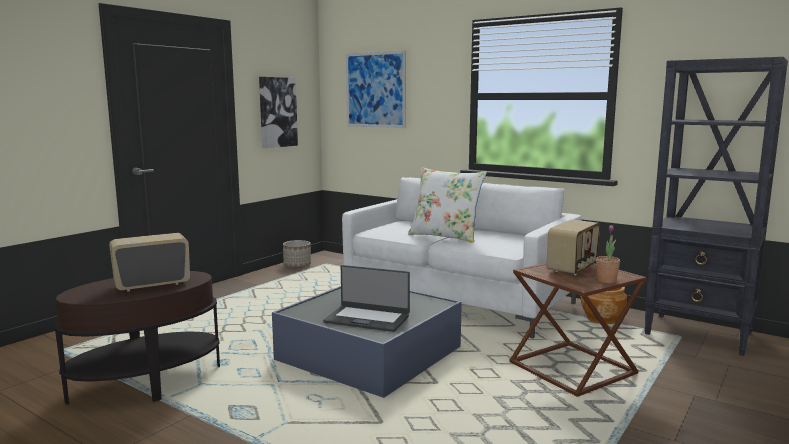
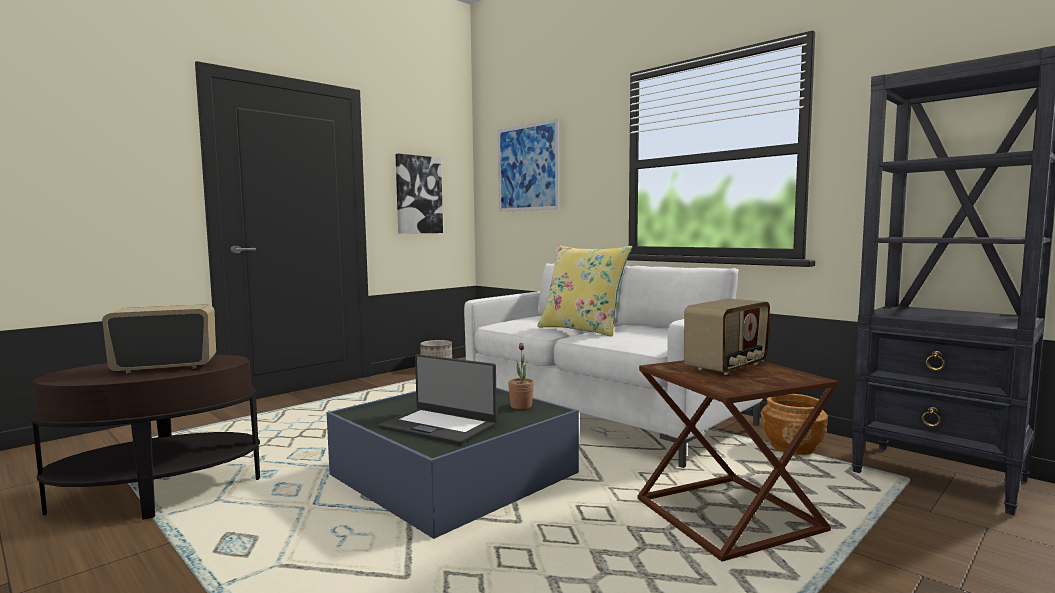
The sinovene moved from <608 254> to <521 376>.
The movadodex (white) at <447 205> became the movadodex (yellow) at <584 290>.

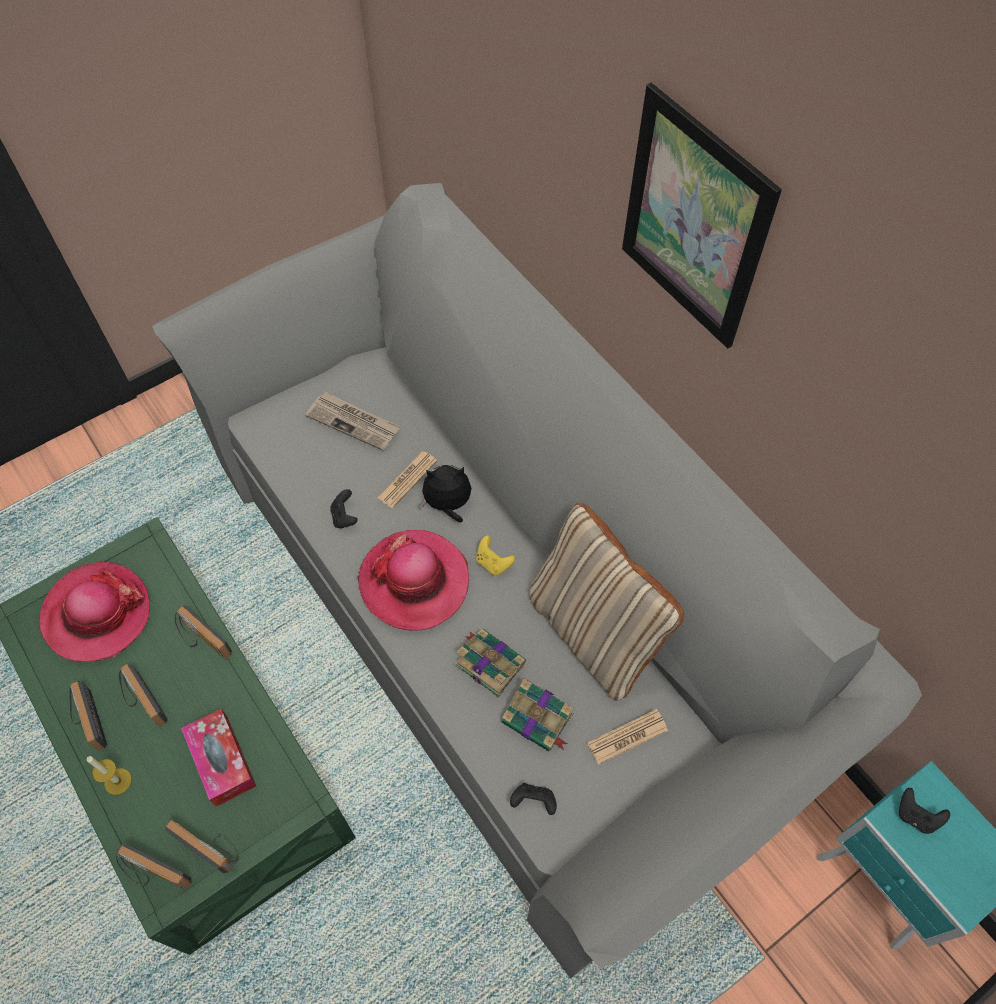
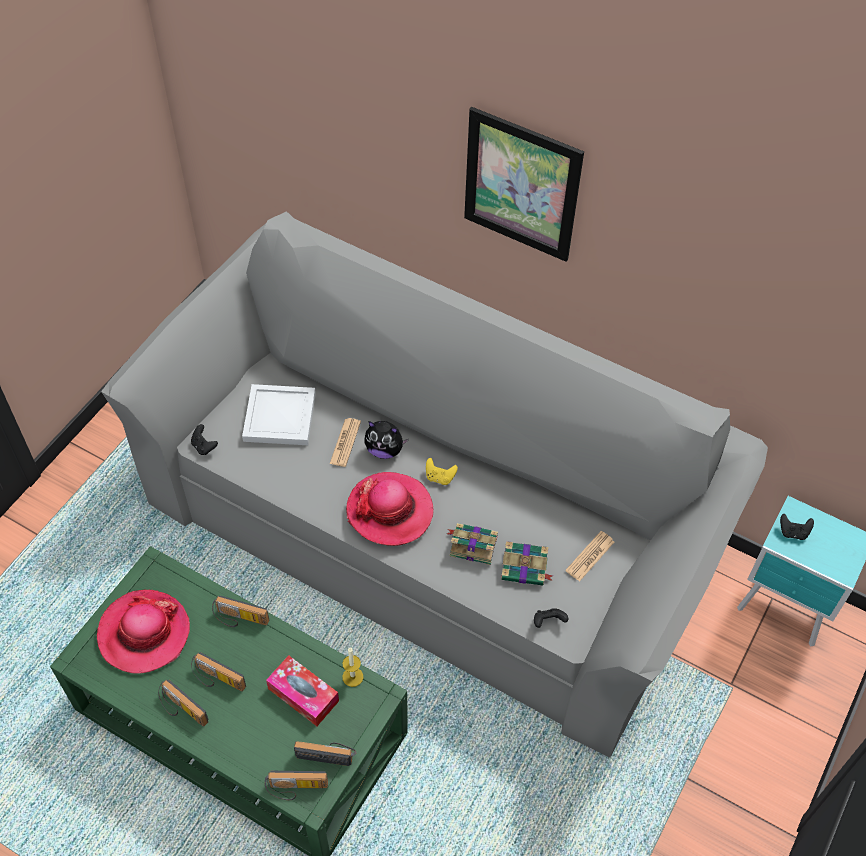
The movadodex (beige) at <607 602> disappeared.
The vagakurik moved from <109 775> to <352 667>.
The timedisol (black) moved from <344 508> to <204 439>.
The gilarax at <352 421> was replaced by the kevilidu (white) at <279 414>.
The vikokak at <445 494> turned 135 degrees counterclockwise.

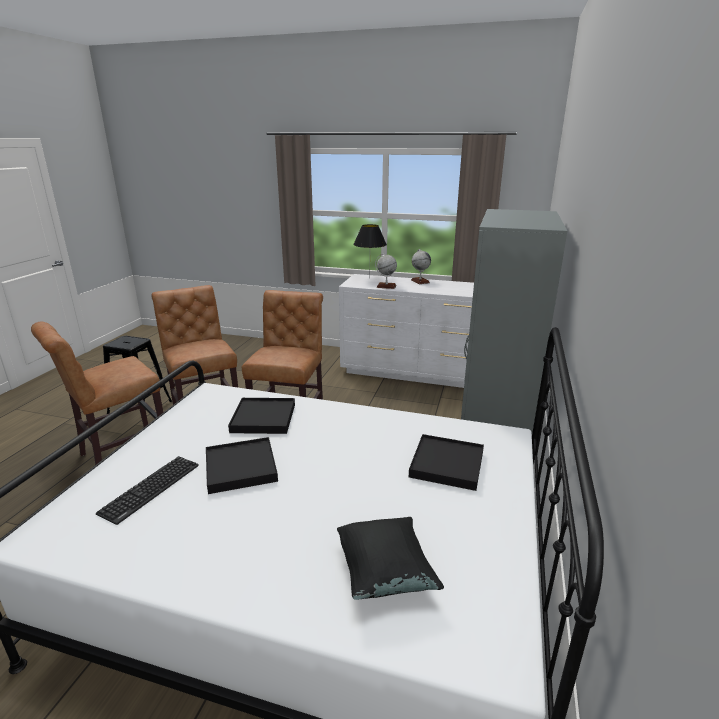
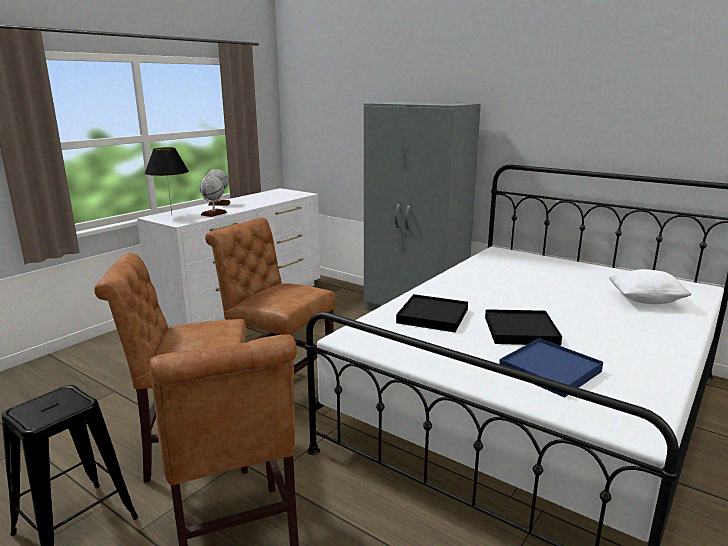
The kevilidu (black) at <446 462> disappeared.
The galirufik at <147 490> was replaced by the kevilidu (blue) at <551 368>.
The movadodex (black) at <390 558> became the movadodex (white) at <649 286>.

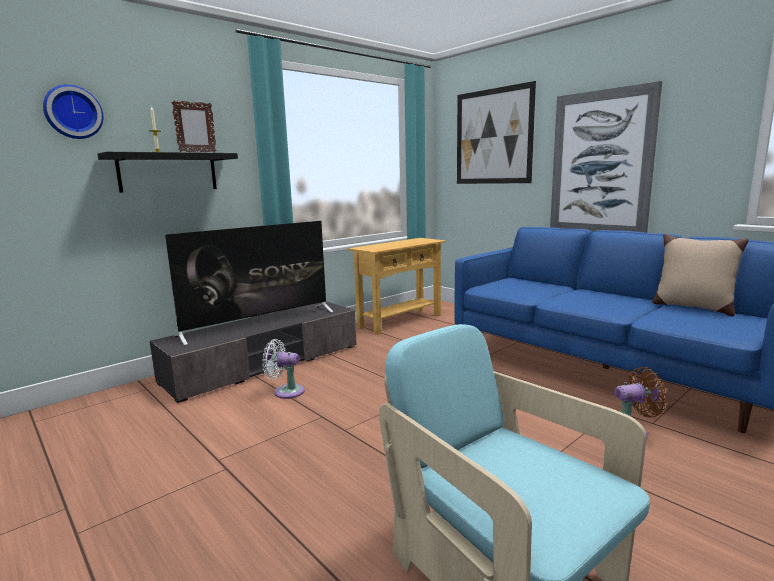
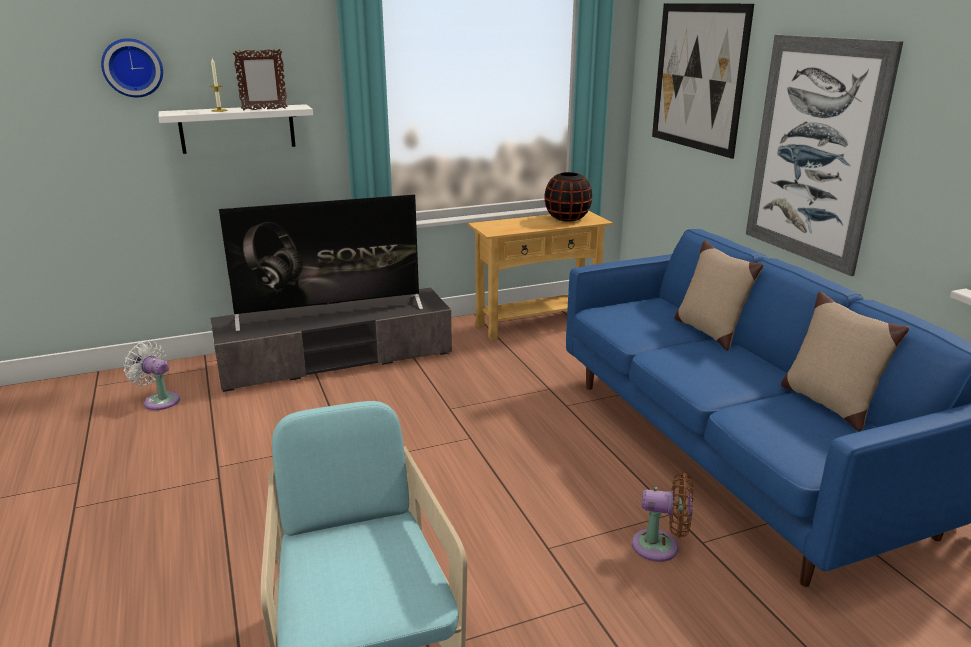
The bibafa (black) at <568 196> appeared.
The movadodex (beige) at <719 295> appeared.
The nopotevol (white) moved from <283 369> to <151 375>.
The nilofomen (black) at <168 172> became the nilofomen (white) at <236 129>.

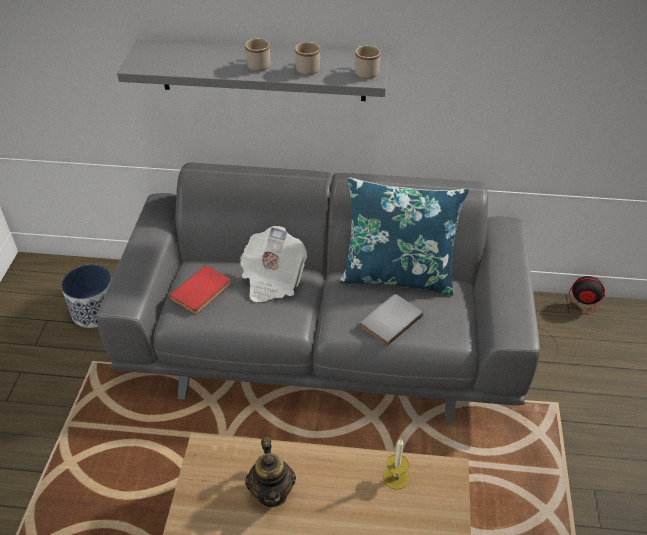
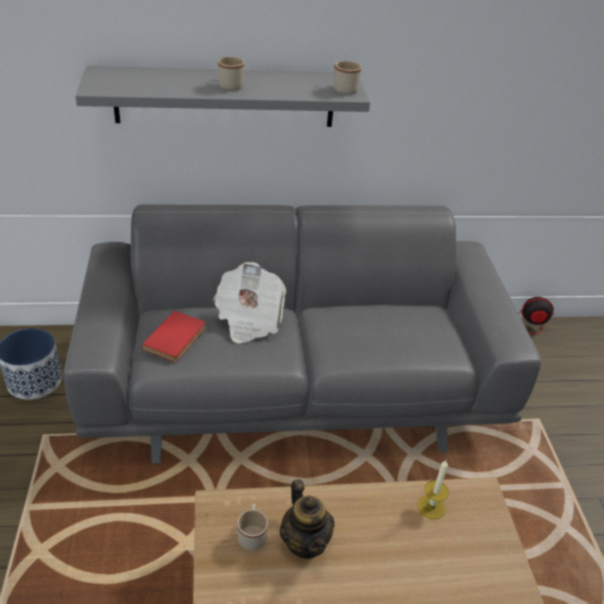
The movadodex (blue) at <404 237> disappeared.
The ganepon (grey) at <391 320> disappeared.
The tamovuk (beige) moved from <307 58> to <252 527>.

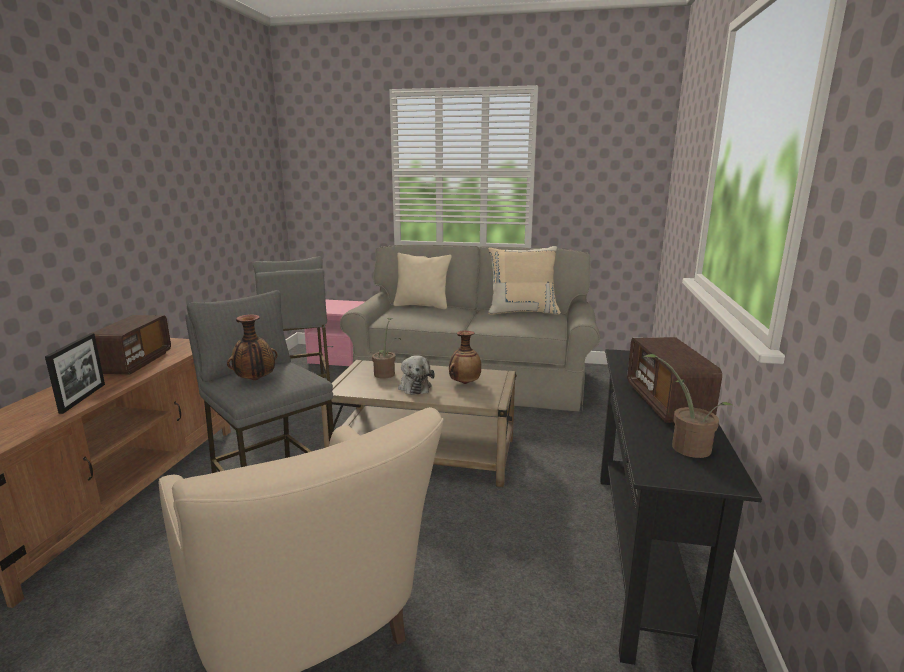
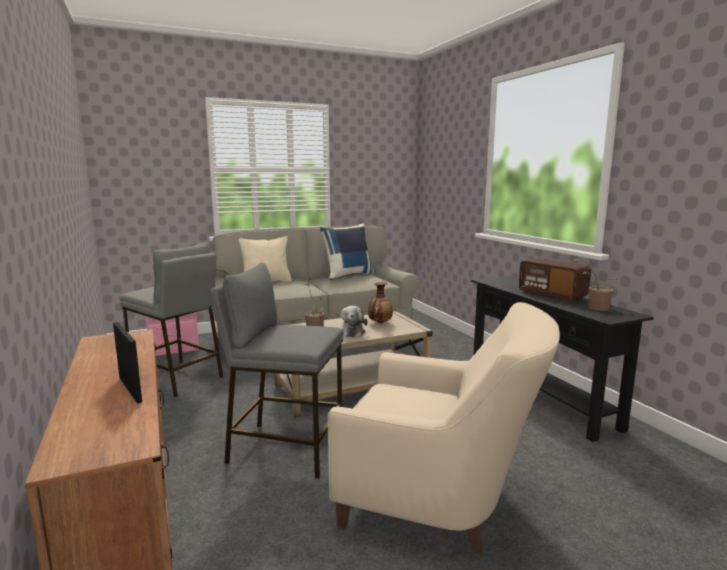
The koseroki at <131 344> disappeared.
The bibafa at <252 347> disappeared.
The movadodex (beige) at <524 280> became the movadodex (blue) at <348 252>.
The vikokak at <416 375> turned 45 degrees clockwise.

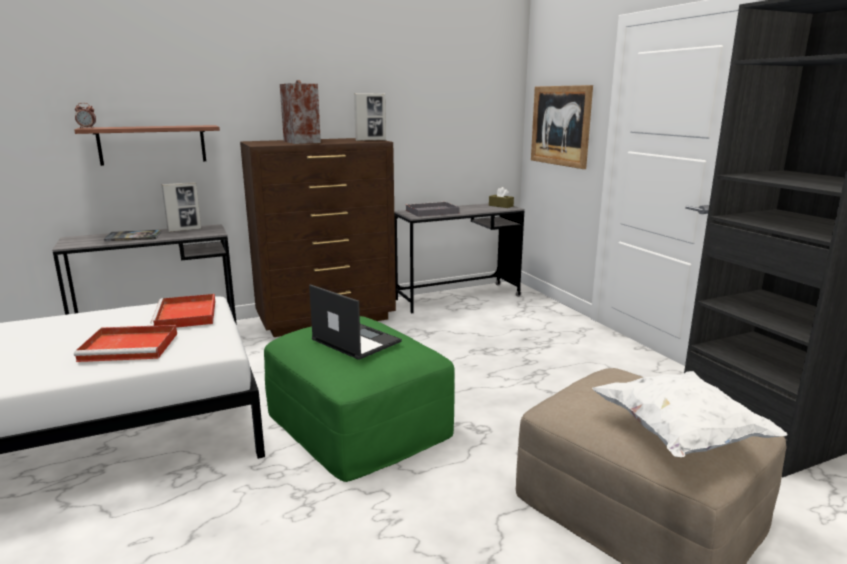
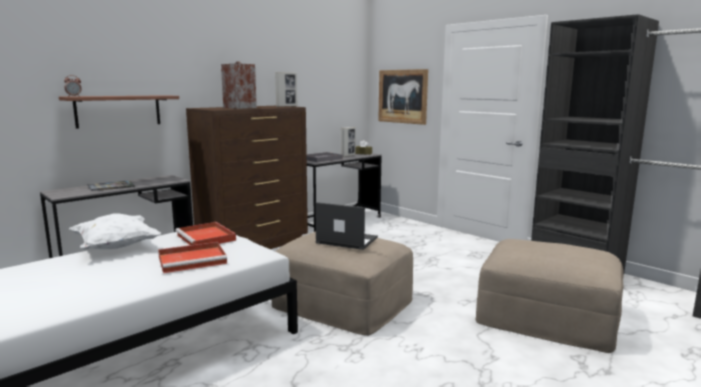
The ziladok moved from <181 207> to <348 142>.
The movadodex (white) moved from <690 414> to <115 231>.
The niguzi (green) at <359 399> became the niguzi (beige) at <342 284>.

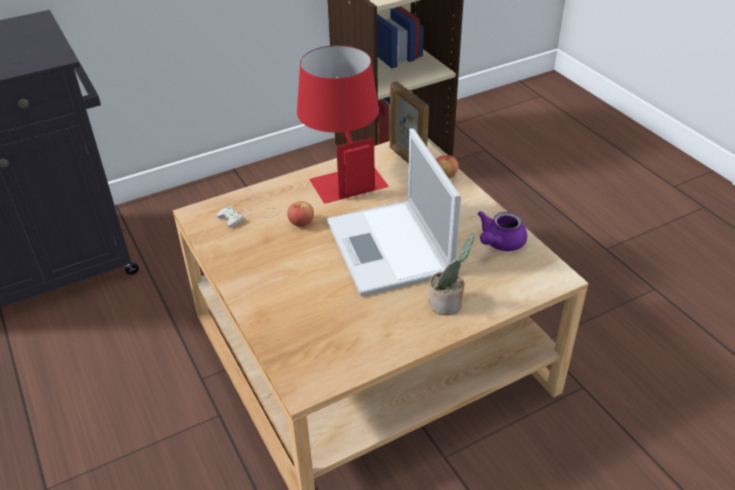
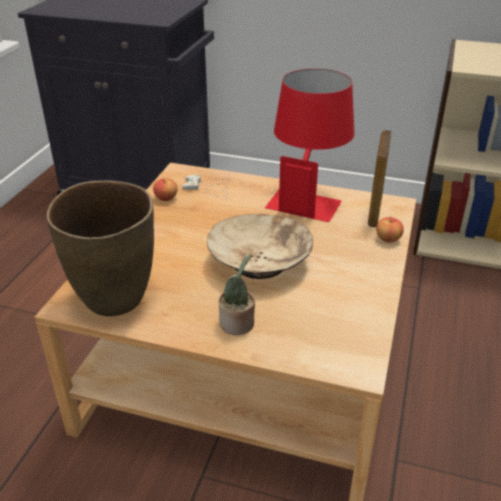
The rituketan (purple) at <502 231> disappeared.
The bibafa (brown) at <100 248> appeared.
The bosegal moved from <300 214> to <165 189>.
The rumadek at <393 212> was replaced by the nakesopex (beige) at <260 246>.

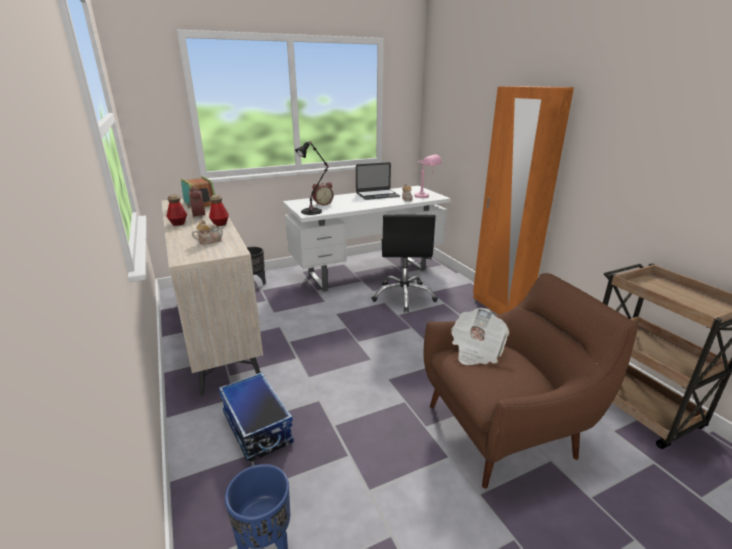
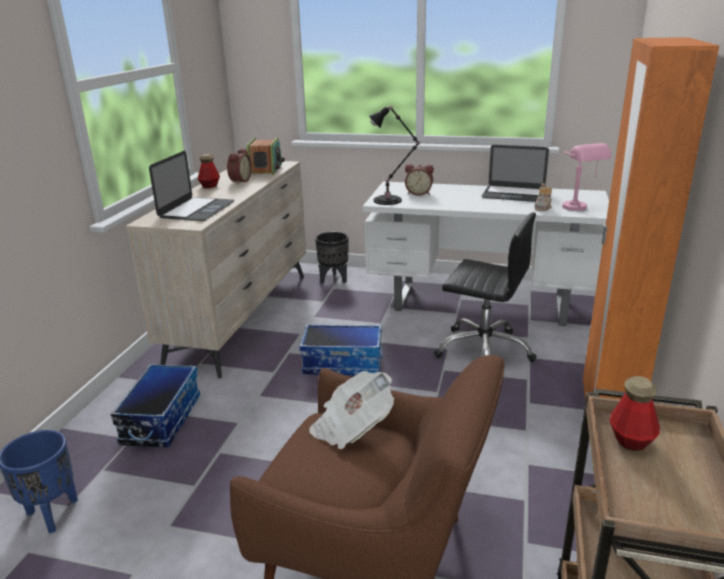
The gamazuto at <341 349> appeared.
The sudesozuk moved from <219 210> to <635 413>.
The rituketan at <208 232> was replaced by the rumadek at <192 186>.
The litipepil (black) at <404 263> turned 105 degrees counterclockwise.

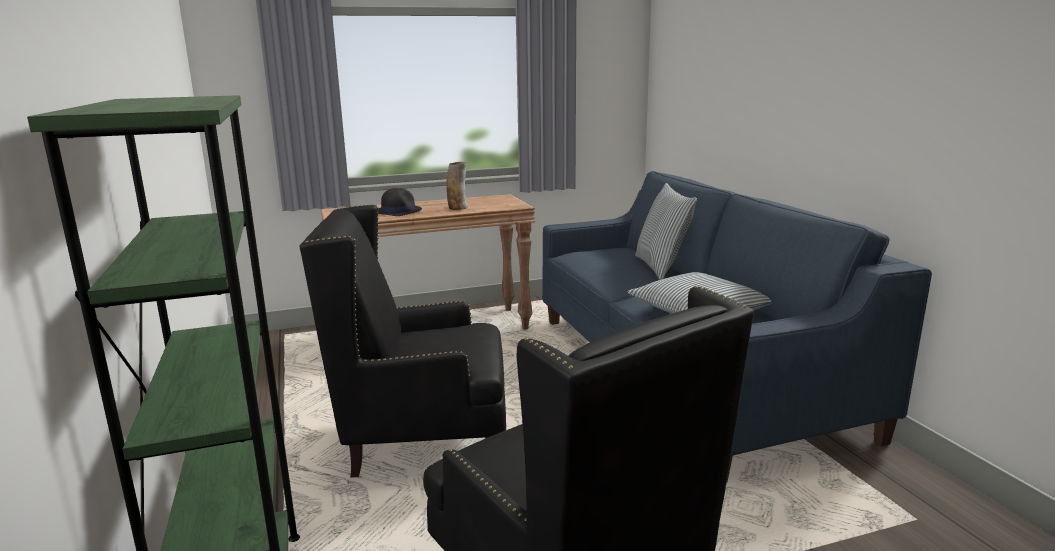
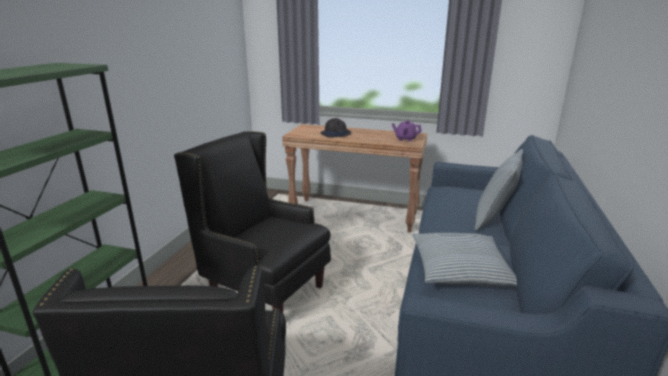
The bibafa at <457 186> disappeared.
The rituketan (purple) at <407 131> appeared.

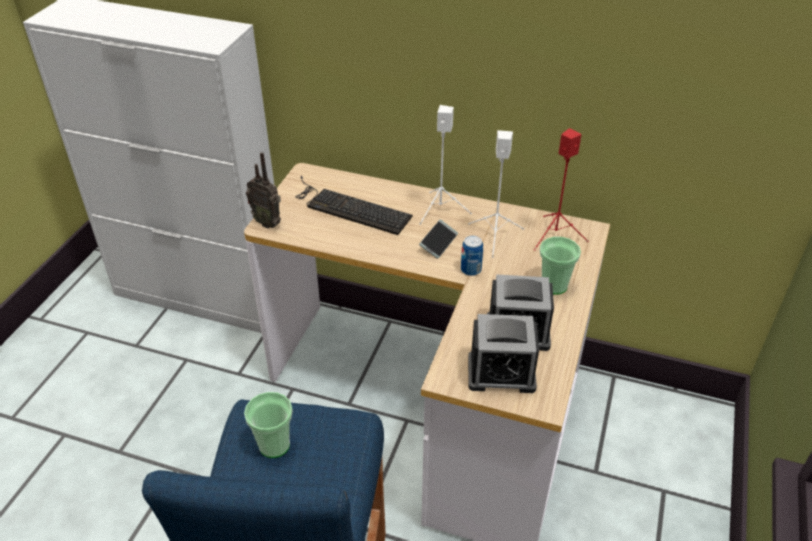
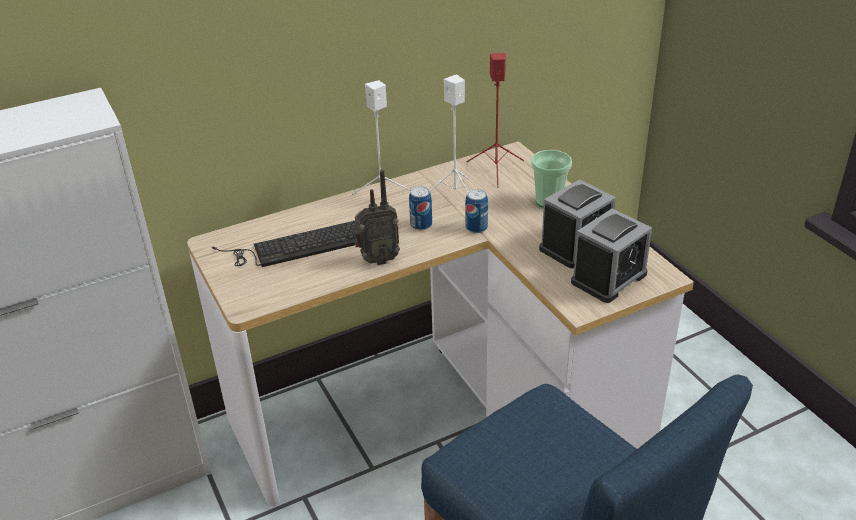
The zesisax at <268 425> disappeared.
The koseroki moved from <263 190> to <377 217>.
The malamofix at <438 239> was replaced by the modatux at <420 208>.

